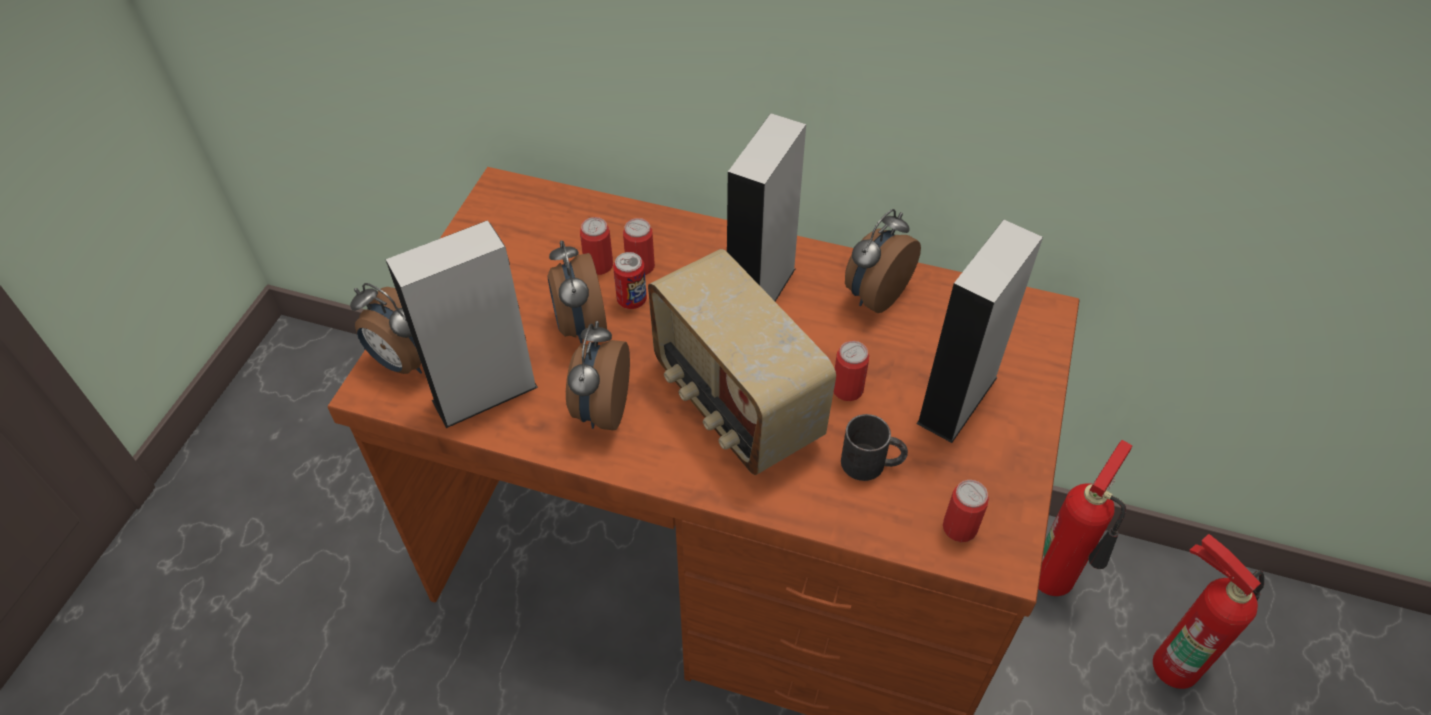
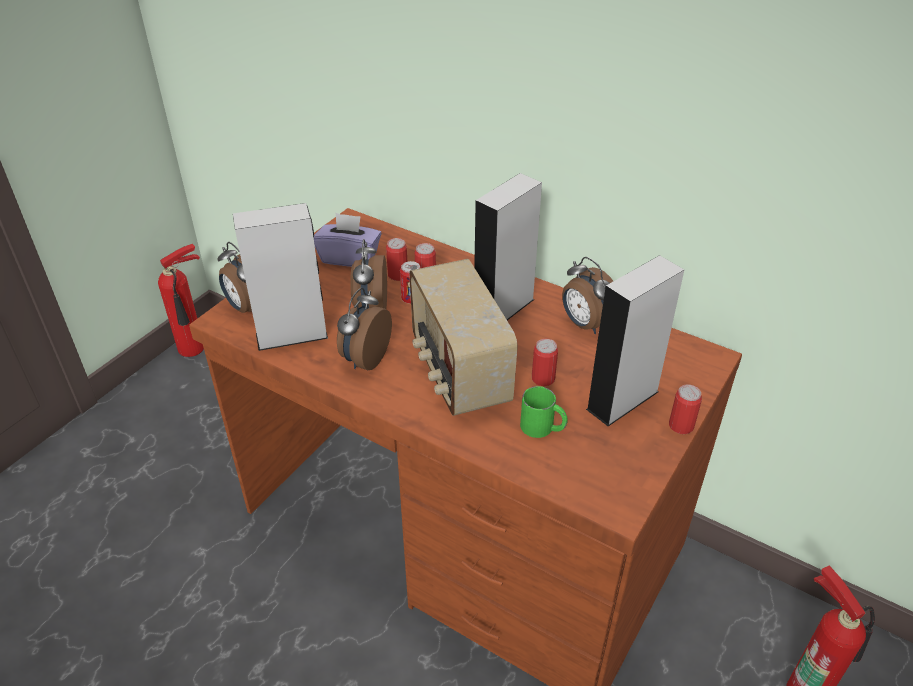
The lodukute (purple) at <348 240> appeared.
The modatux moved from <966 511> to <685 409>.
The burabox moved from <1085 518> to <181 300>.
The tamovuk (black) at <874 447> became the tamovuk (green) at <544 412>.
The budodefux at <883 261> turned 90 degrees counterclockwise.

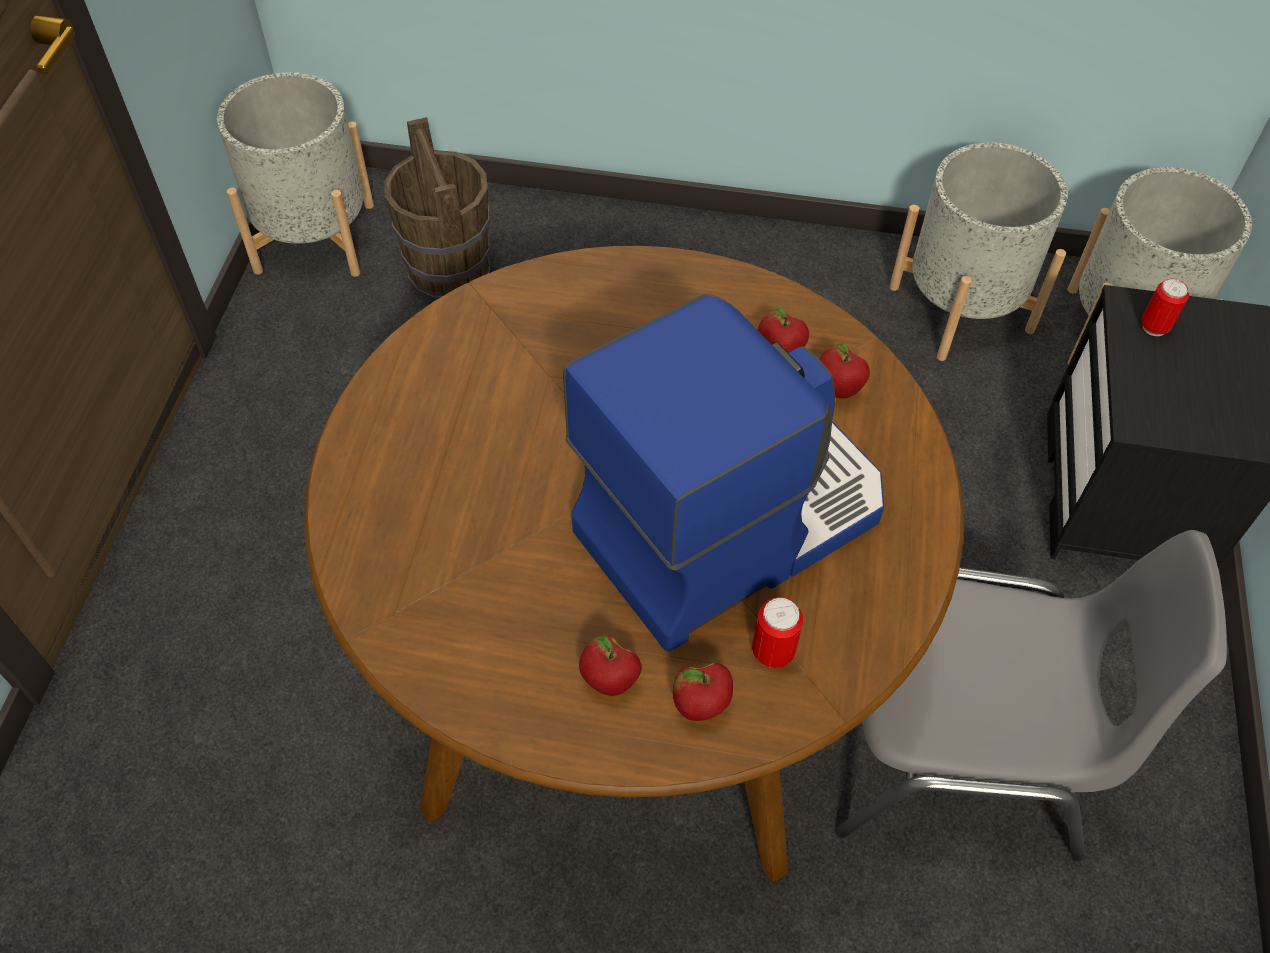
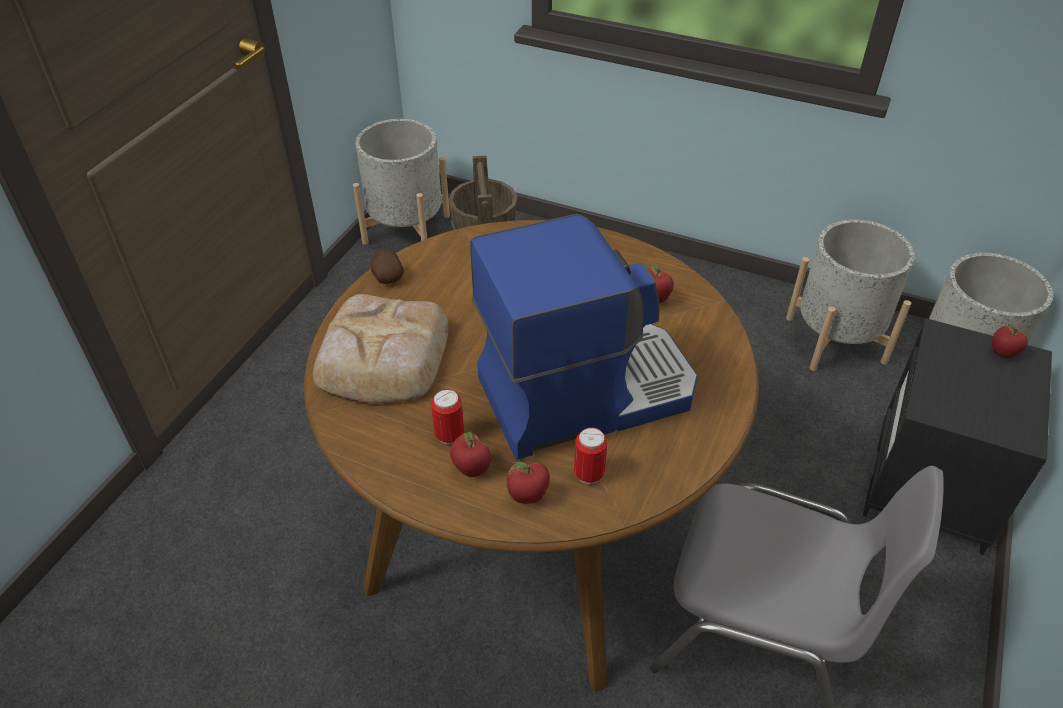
The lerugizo at <381 348> appeared.
The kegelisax at <387 266> appeared.
The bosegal moved from <845 371> to <1010 341>.
The modatux moved from <1165 307> to <447 416>.

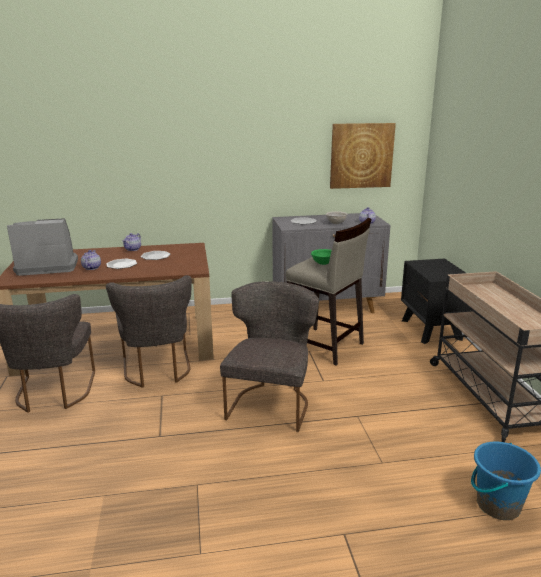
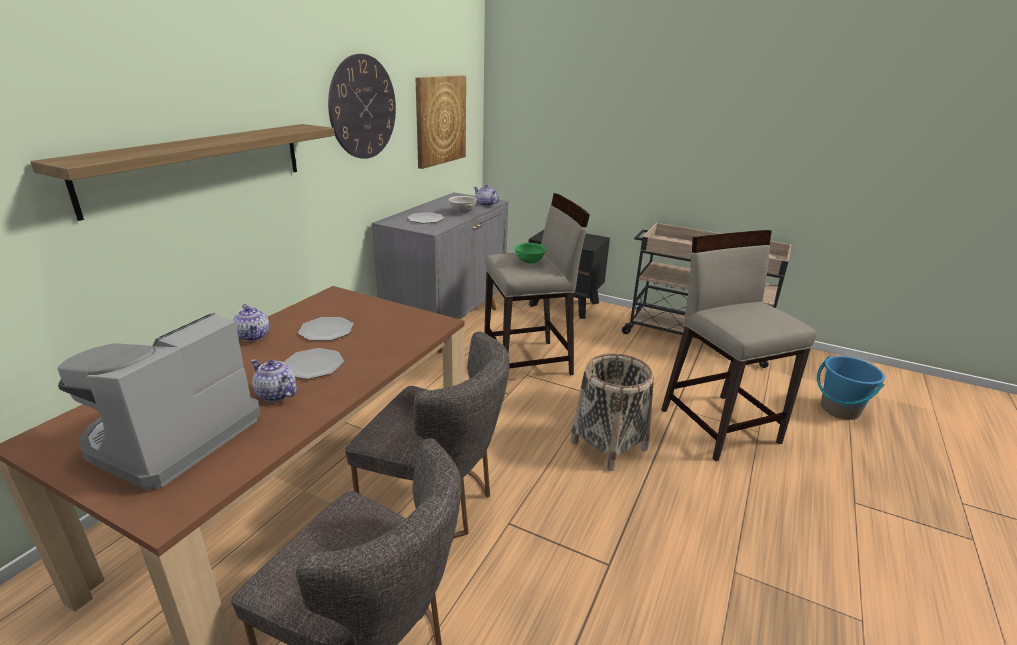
The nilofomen at <182 172> appeared.
The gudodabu at <362 106> appeared.
The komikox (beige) at <738 345> appeared.
The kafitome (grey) at <269 356> was replaced by the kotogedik at <612 412>.

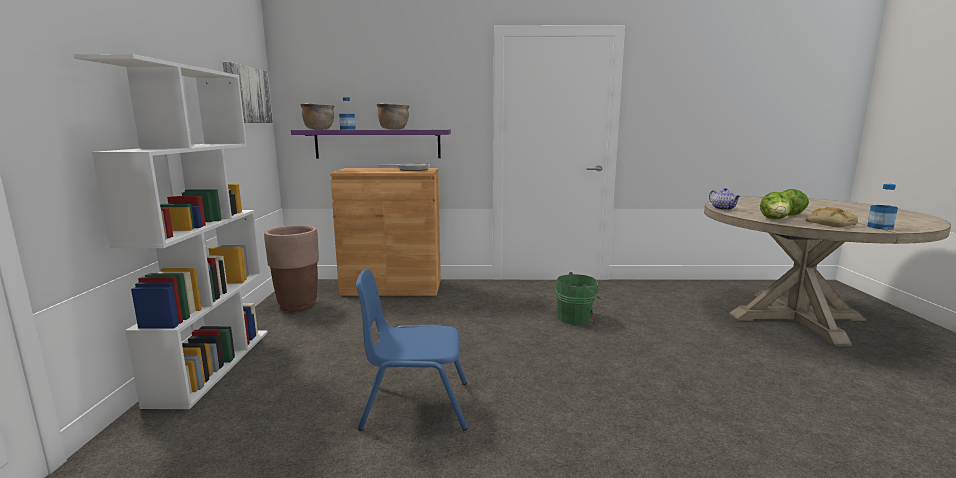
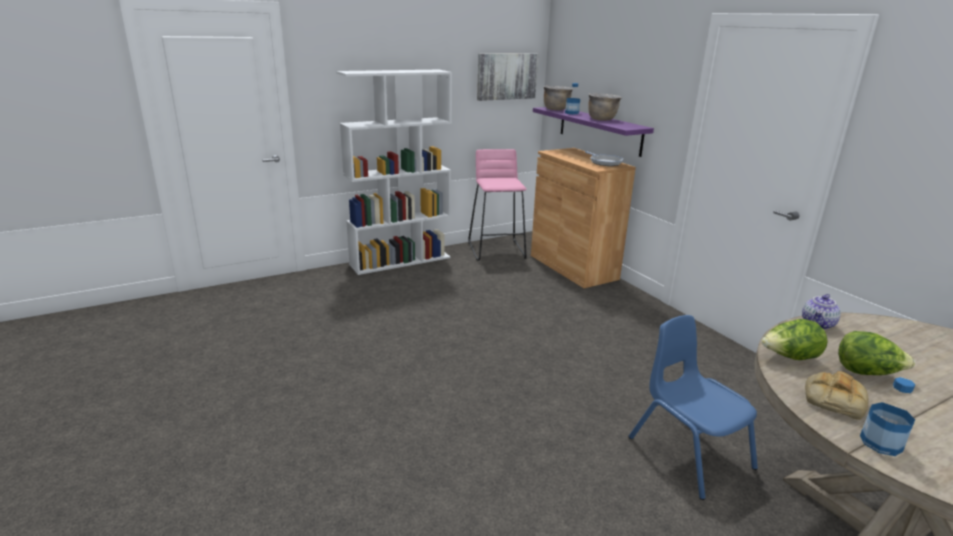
The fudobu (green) at <578 298> disappeared.
The kafitome (blue) moved from <412 350> to <693 407>.
The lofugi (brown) at <291 268> was replaced by the komikox (pink) at <497 205>.

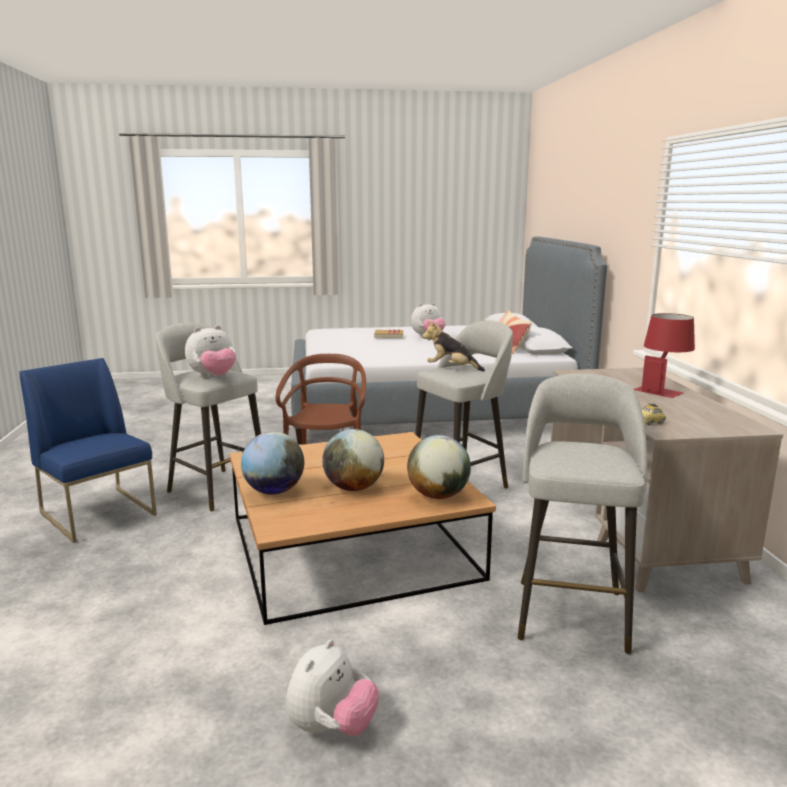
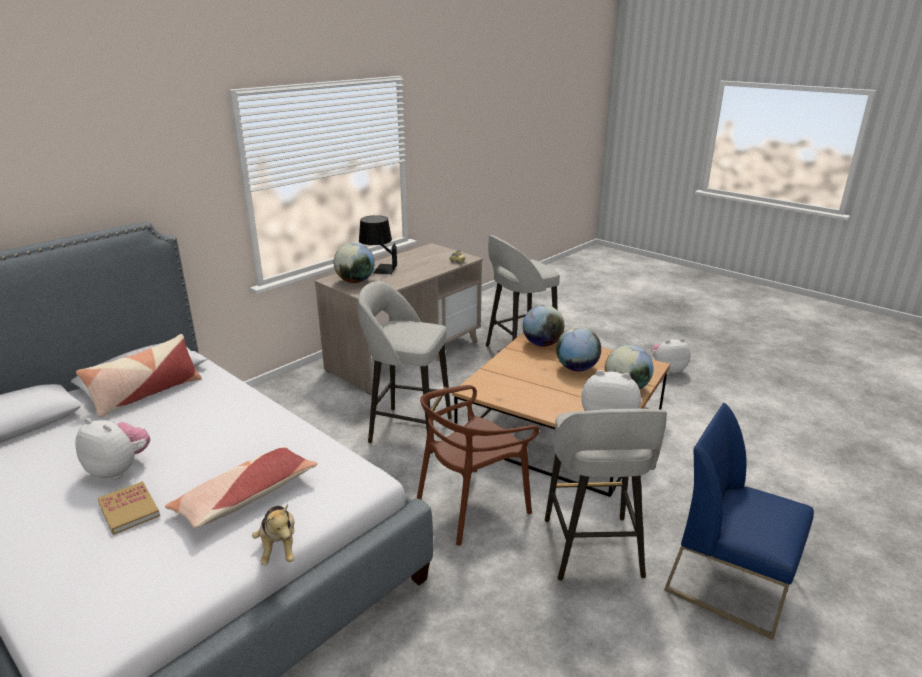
The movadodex at <241 487> appeared.
The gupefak at <354 262> appeared.
The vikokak moved from <453 346> to <273 534>.
The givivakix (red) at <664 355> became the givivakix (black) at <378 244>.
The kafitome (blue) at <88 450> turned 120 degrees clockwise.

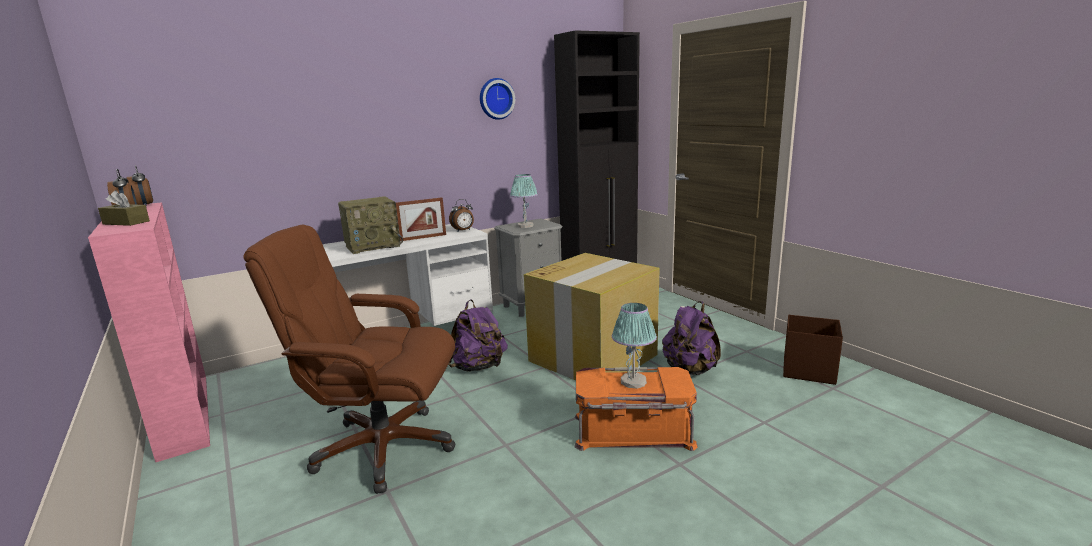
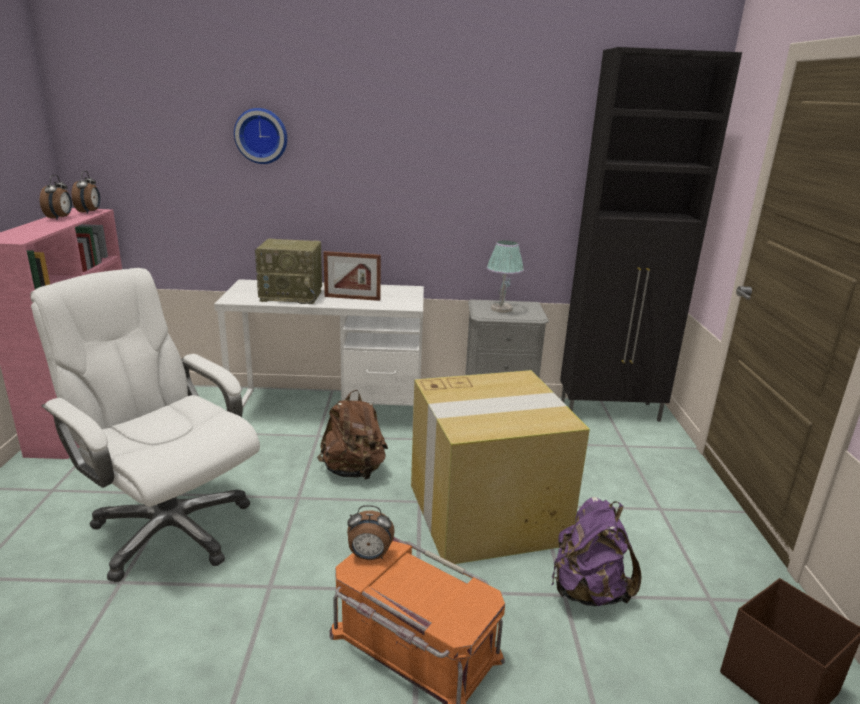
The lodukute (brown) at <124 208> disappeared.
The givivakix at <634 346> disappeared.
The budodefux moved from <461 215> to <371 532>.
The gudodabu moved from <497 99> to <260 136>.
The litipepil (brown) at <349 359> became the litipepil (white) at <145 425>.
The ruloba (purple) at <478 335> became the ruloba (brown) at <352 435>.

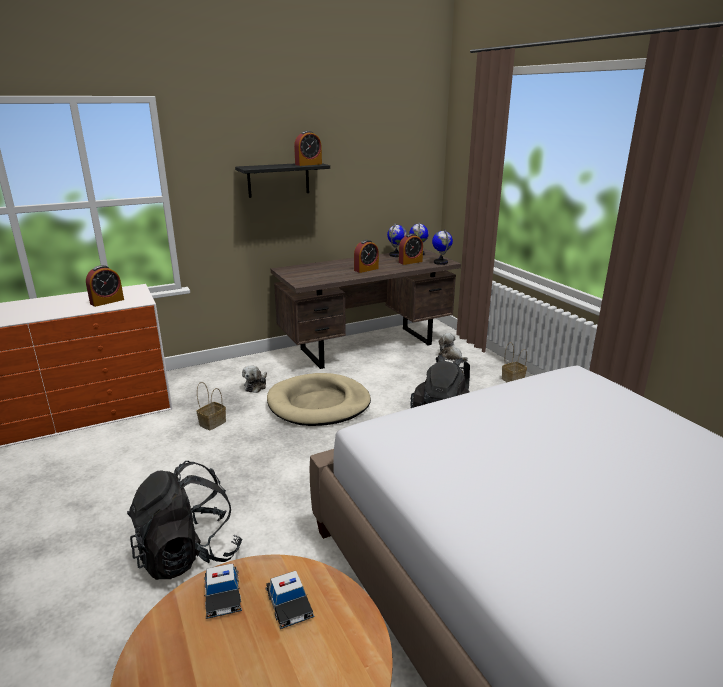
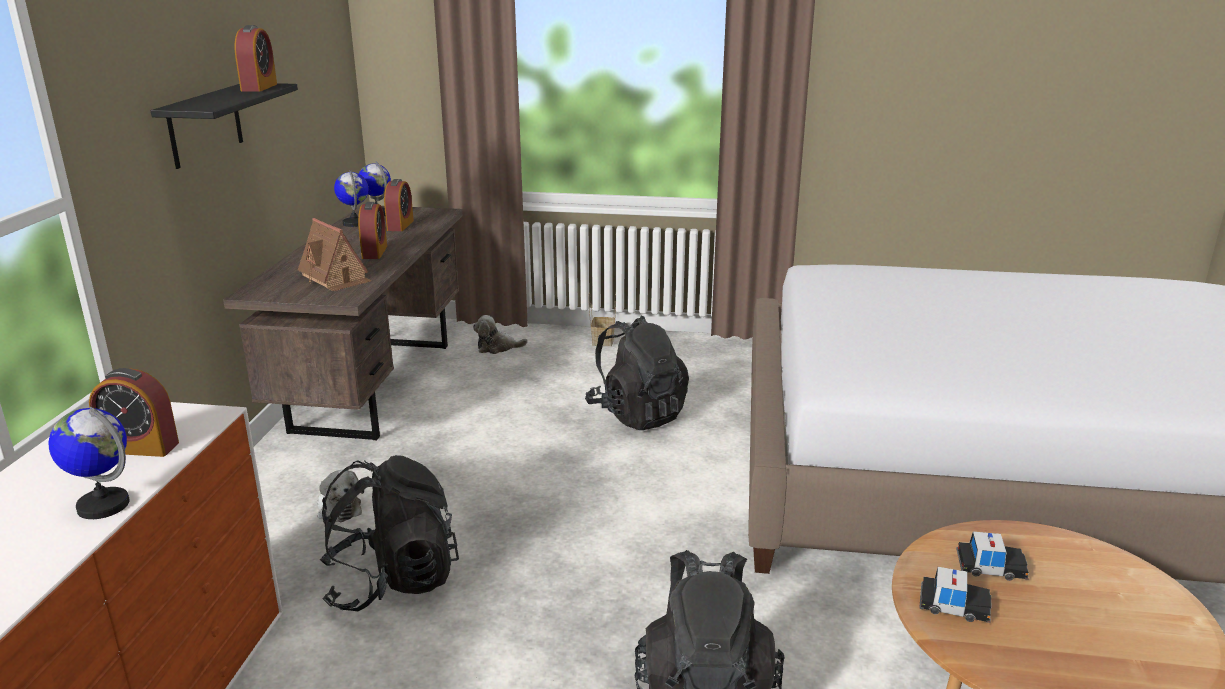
The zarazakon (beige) at <319 399> disappeared.
The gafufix at <335 254> appeared.
The gupefak moved from <442 247> to <89 463>.
The kotogedik at <211 406> was replaced by the ruloba (black) at <389 533>.
The budodefux at <105 286> turned 105 degrees clockwise.

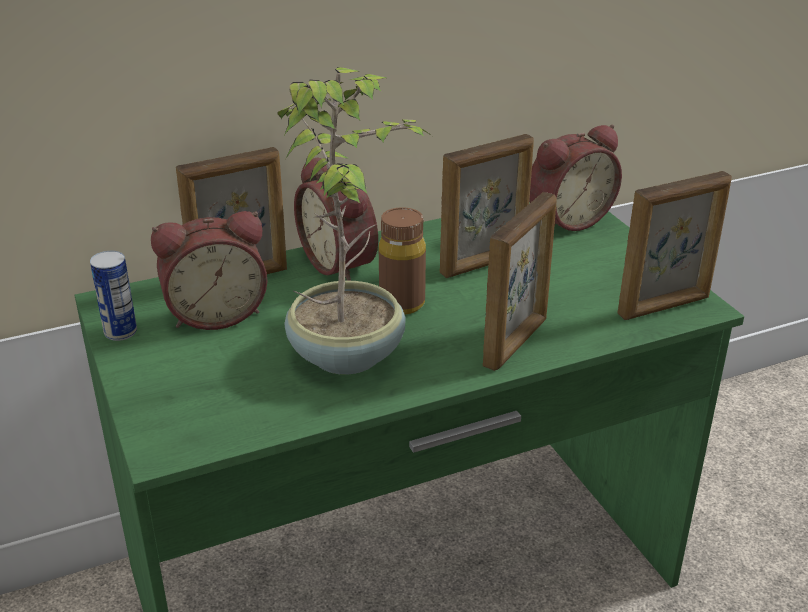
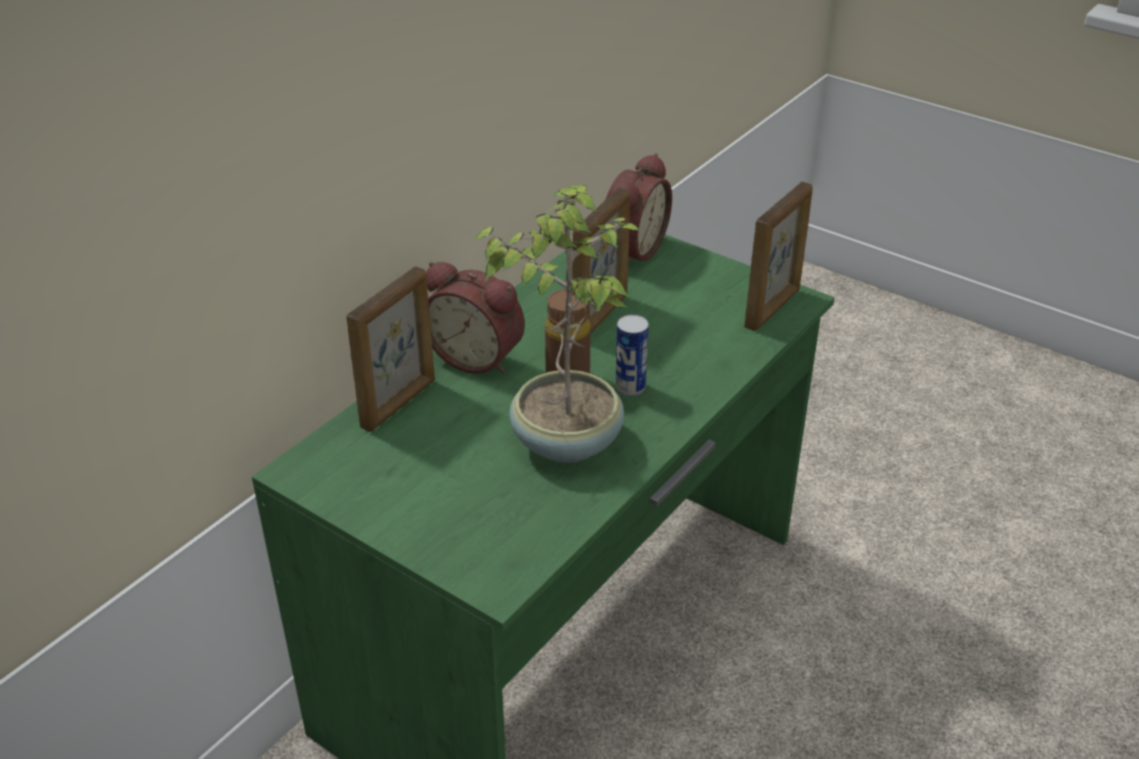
The budodefux at <209 270> disappeared.
The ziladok at <520 281> disappeared.
The modatux moved from <113 296> to <632 355>.

